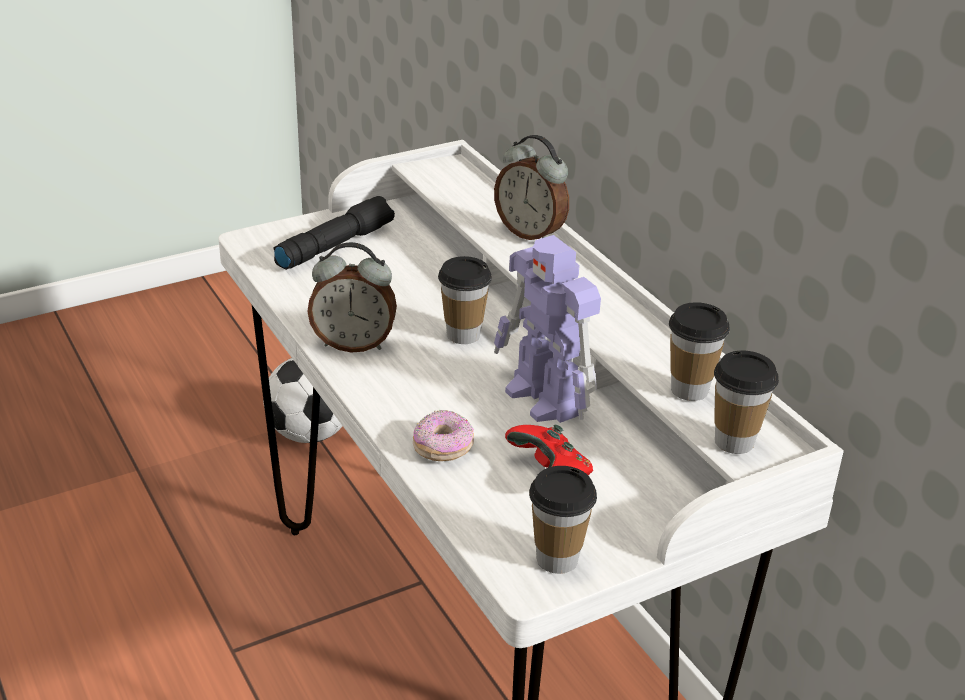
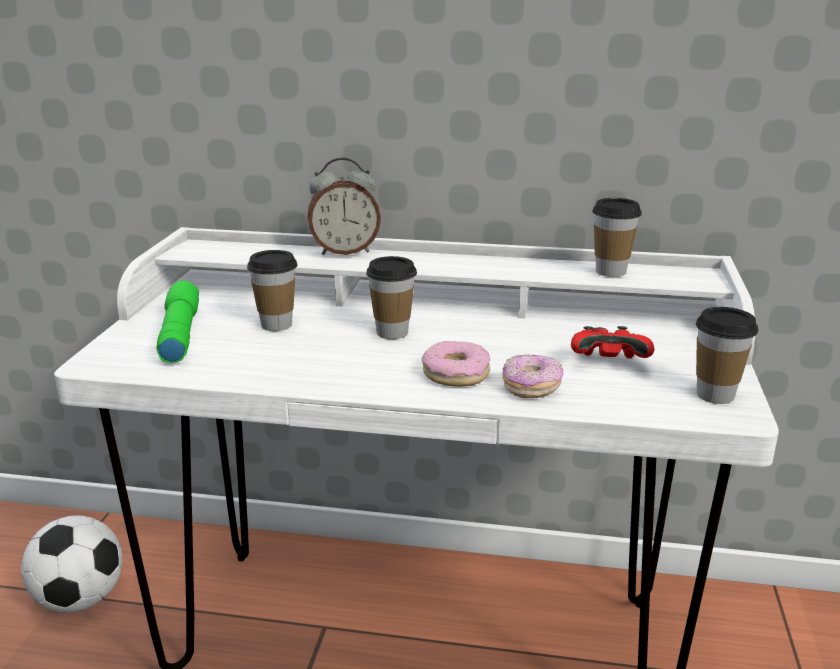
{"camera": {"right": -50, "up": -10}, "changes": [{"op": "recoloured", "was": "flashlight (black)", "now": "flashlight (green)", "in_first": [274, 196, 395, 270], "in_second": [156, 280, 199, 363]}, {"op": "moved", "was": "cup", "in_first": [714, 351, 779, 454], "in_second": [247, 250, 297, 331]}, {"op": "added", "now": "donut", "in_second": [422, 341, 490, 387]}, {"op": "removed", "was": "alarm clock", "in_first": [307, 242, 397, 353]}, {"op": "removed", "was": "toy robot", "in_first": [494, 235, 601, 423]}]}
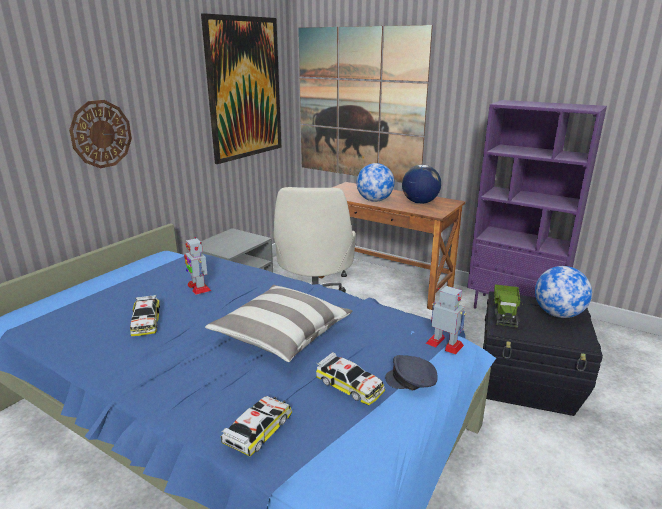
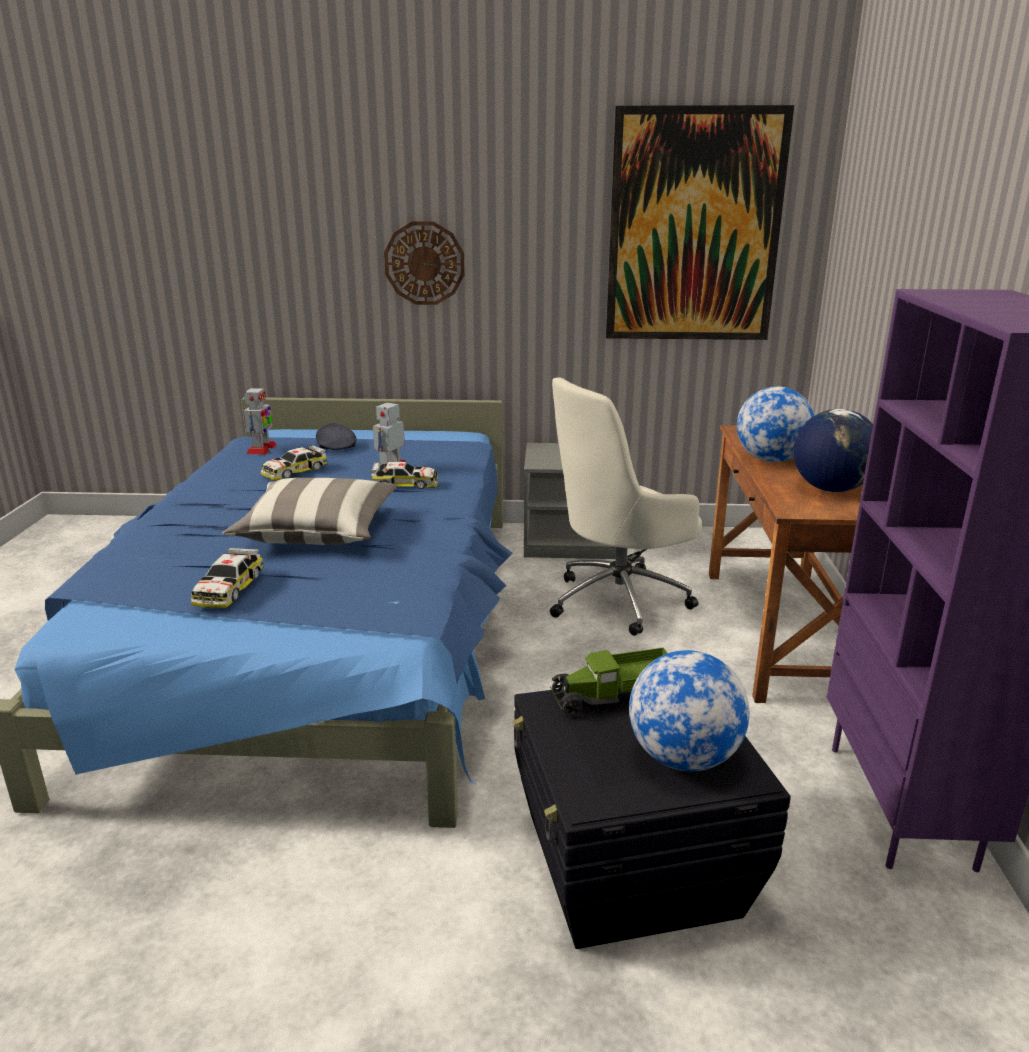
{"camera": {"right": 60, "up": 0}, "changes": [{"op": "moved", "was": "toy robot", "in_first": [426, 286, 466, 354], "in_second": [244, 386, 277, 455]}, {"op": "moved", "was": "cap (grey)", "in_first": [385, 355, 438, 390], "in_second": [316, 423, 357, 450]}, {"op": "moved", "was": "toy car", "in_first": [221, 396, 292, 457], "in_second": [370, 462, 438, 489]}, {"op": "removed", "was": "picture", "in_first": [298, 25, 433, 183]}]}
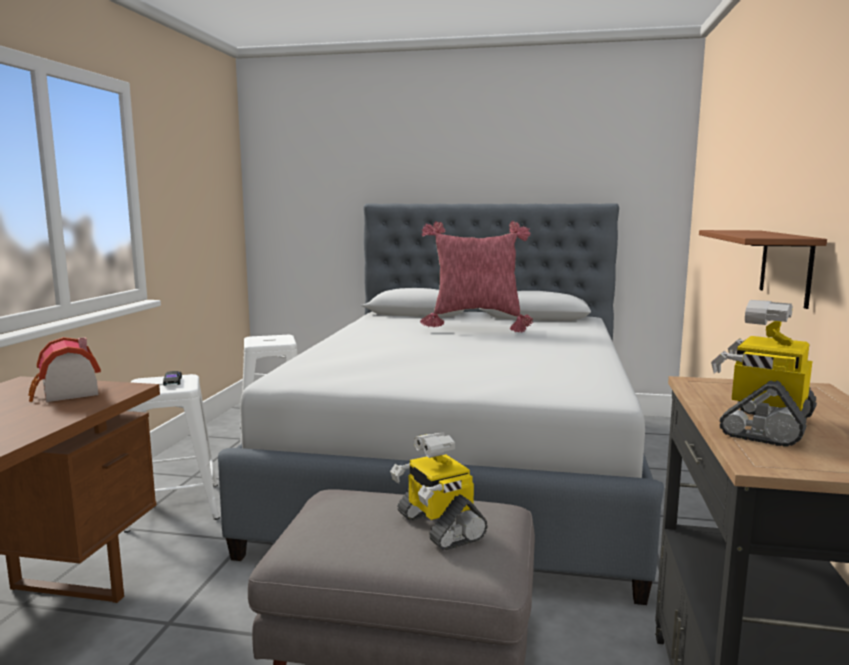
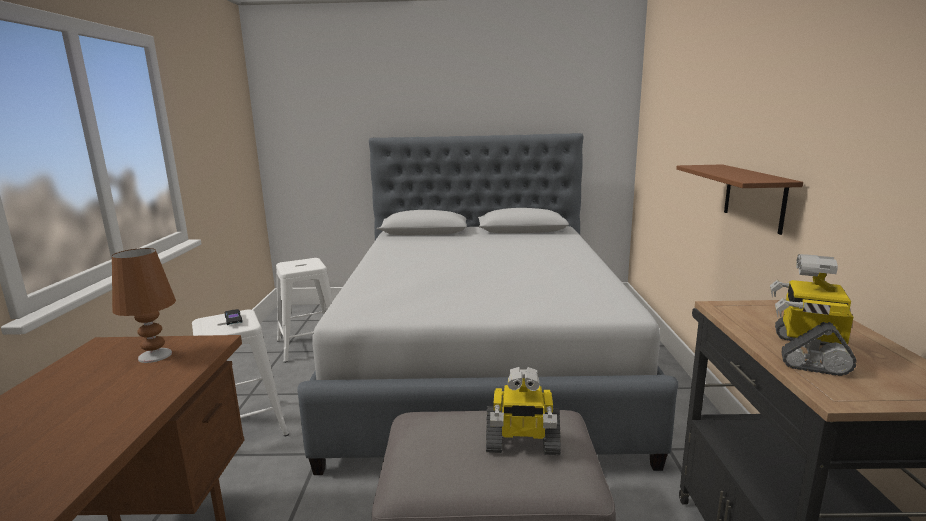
{"camera": {"right": -10, "up": 5}, "changes": [{"op": "replaced", "was": "toy house", "now": "table lamp (brown)", "in_first": [28, 337, 101, 402], "in_second": [112, 248, 176, 363]}, {"op": "turned", "was": "toy robot", "in_first": [390, 432, 488, 551], "in_second": [486, 367, 561, 455], "clockwise": -45}, {"op": "removed", "was": "pillow (red)", "in_first": [420, 221, 533, 333]}]}
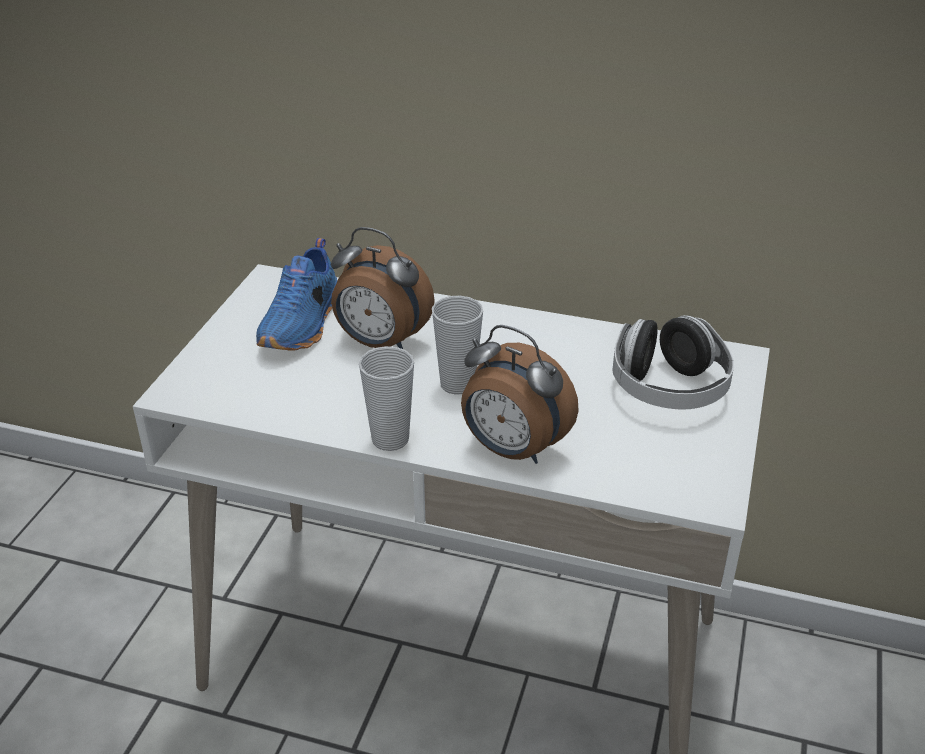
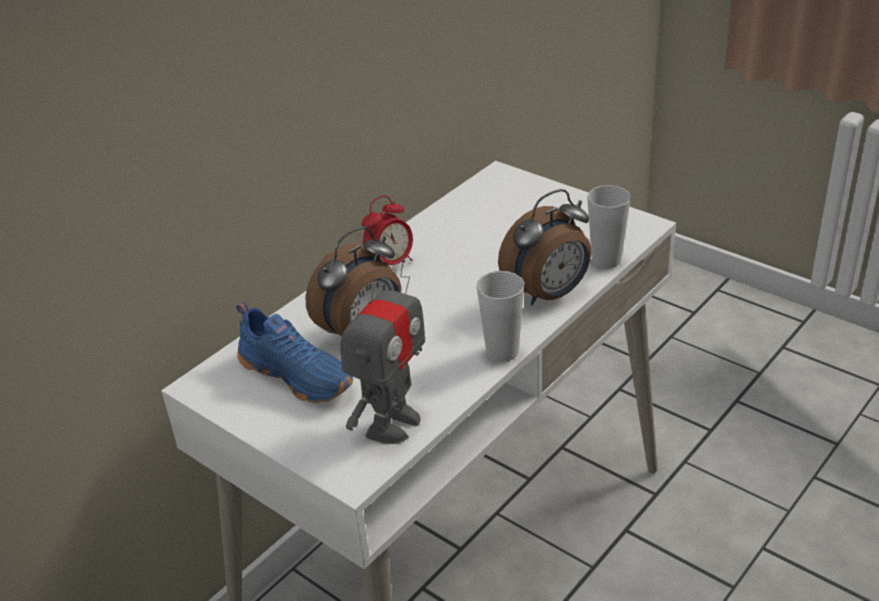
{"camera": {"right": -65, "up": 0}, "changes": [{"op": "added", "now": "toy robot", "in_second": [341, 258, 425, 444]}, {"op": "added", "now": "alarm clock", "in_second": [362, 196, 413, 265]}, {"op": "moved", "was": "cup", "in_first": [432, 296, 483, 395], "in_second": [587, 185, 631, 269]}, {"op": "removed", "was": "headphones", "in_first": [612, 315, 734, 409]}]}
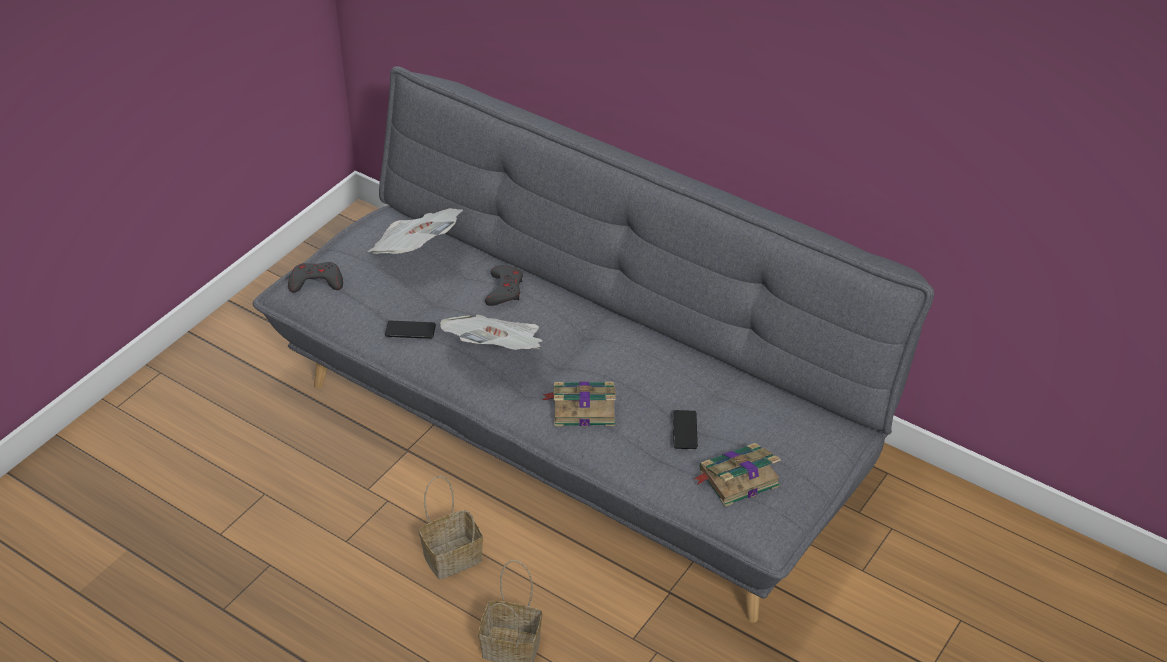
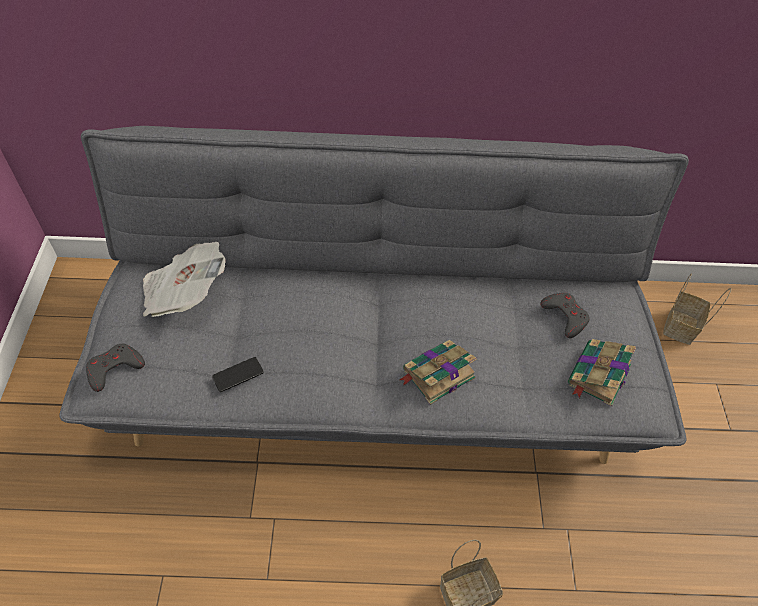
{"camera": {"right": -35, "up": 10}, "changes": [{"op": "moved", "was": "game controller (grey)", "in_first": [485, 265, 523, 306], "in_second": [540, 293, 590, 338]}, {"op": "moved", "was": "basket", "in_first": [419, 476, 483, 580], "in_second": [663, 273, 731, 345]}, {"op": "removed", "was": "newspaper", "in_first": [440, 315, 543, 350]}, {"op": "removed", "was": "phone", "in_first": [673, 410, 698, 449]}]}
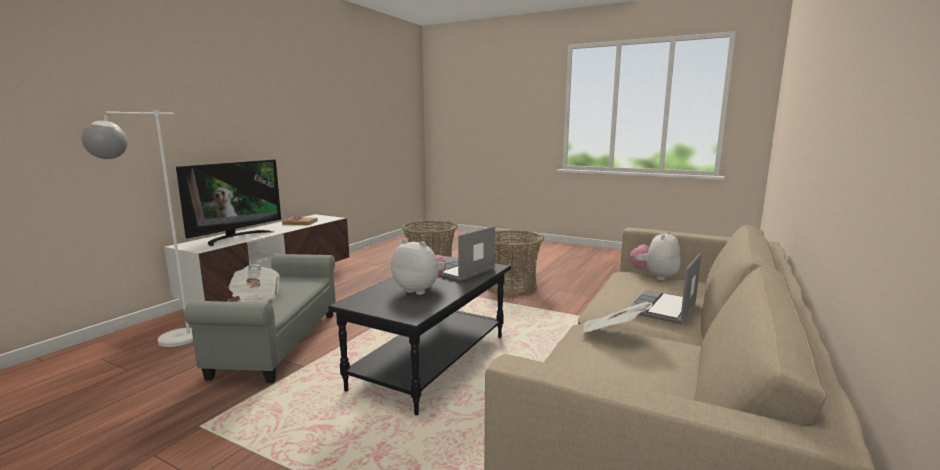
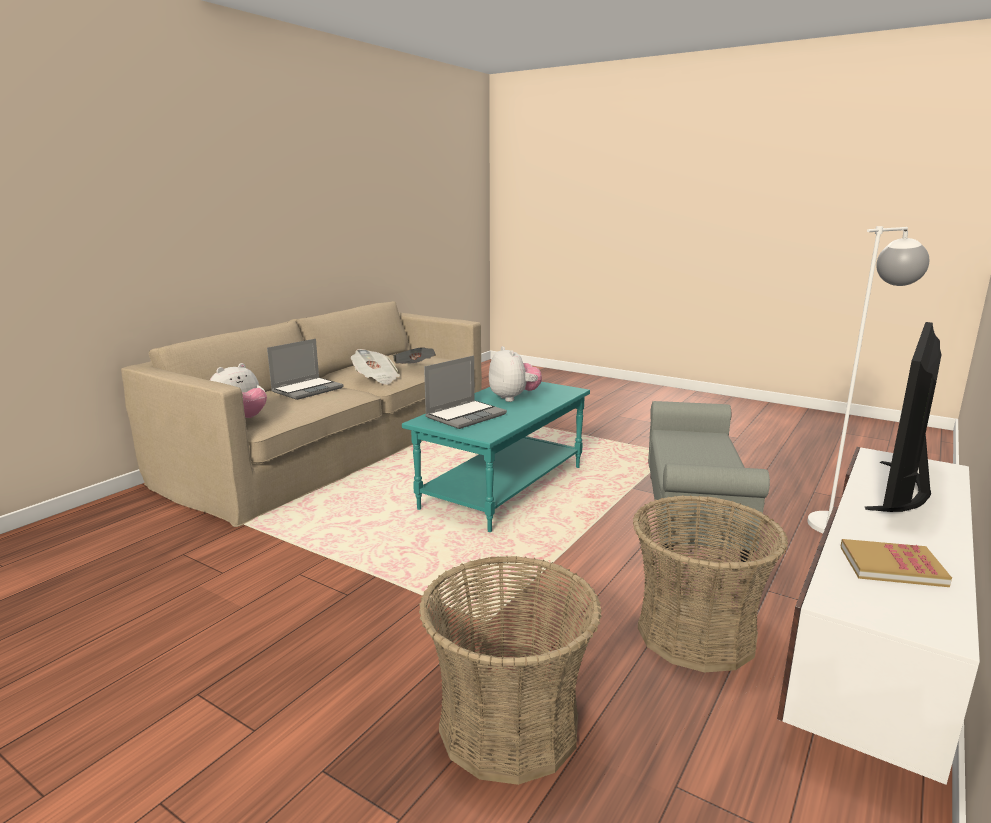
{"camera": {"right": -175, "up": 5}, "changes": [{"op": "moved", "was": "newspaper", "in_first": [228, 264, 280, 303], "in_second": [393, 347, 436, 364]}, {"op": "recoloured", "was": "coffee table (black)", "now": "coffee table (turquoise)", "in_first": [328, 255, 511, 415], "in_second": [402, 382, 590, 532]}, {"op": "turned", "was": "plush toy", "in_first": [391, 239, 446, 295], "in_second": [489, 346, 542, 402], "clockwise": -150}, {"op": "moved", "was": "basket", "in_first": [488, 230, 544, 296], "in_second": [633, 495, 788, 672]}]}
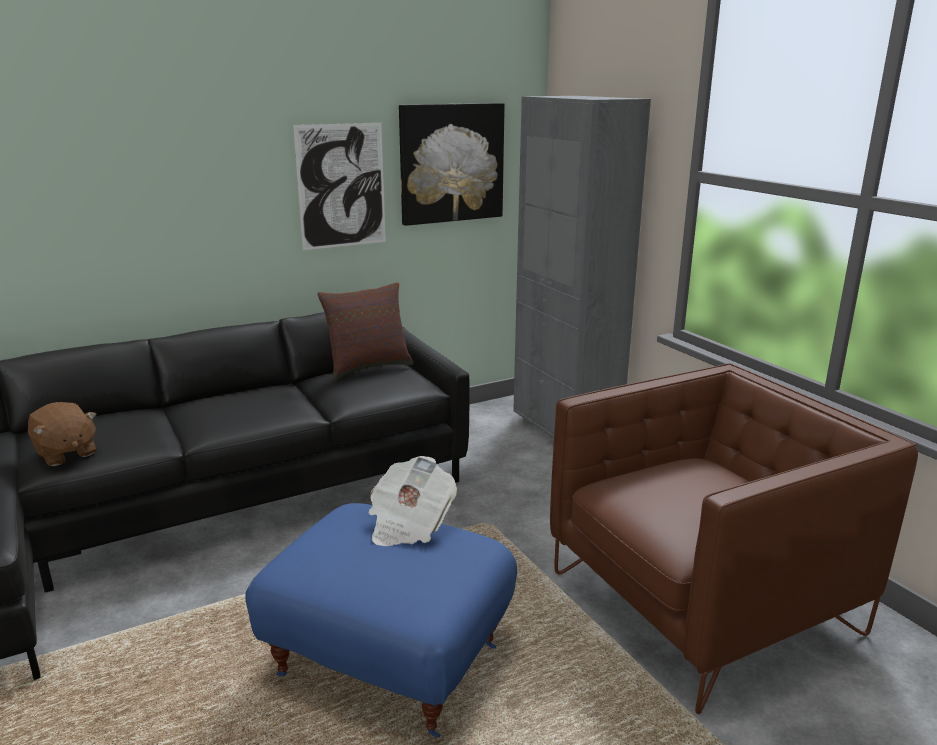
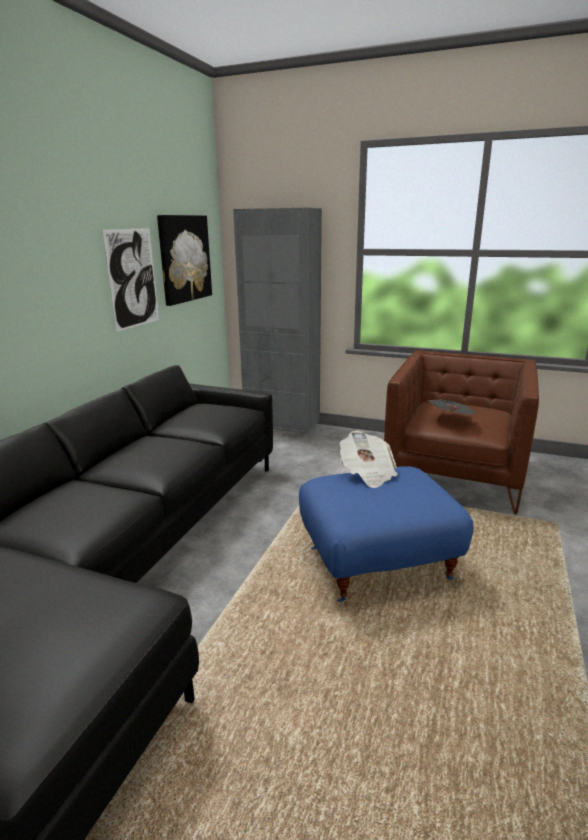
{"camera": {"right": -40, "up": 0}, "changes": [{"op": "added", "now": "newspaper", "in_second": [428, 400, 476, 415]}, {"op": "removed", "was": "plush toy (brown)", "in_first": [28, 402, 96, 466]}, {"op": "removed", "was": "pillow (brown)", "in_first": [318, 282, 413, 381]}]}
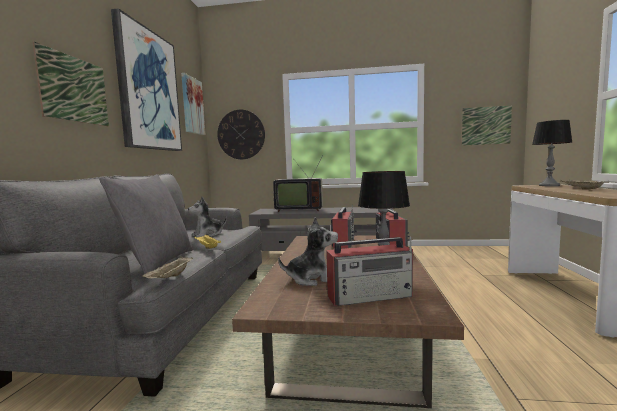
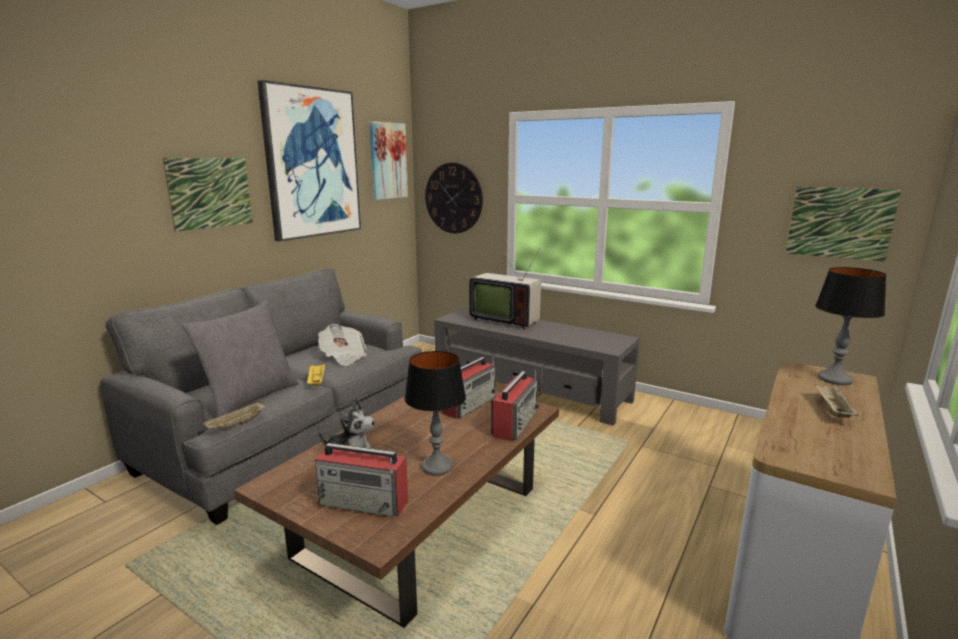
{"camera": {"right": 25, "up": 10}, "changes": [{"op": "replaced", "was": "plush toy", "now": "newspaper", "in_first": [188, 196, 227, 237], "in_second": [318, 324, 367, 366]}]}
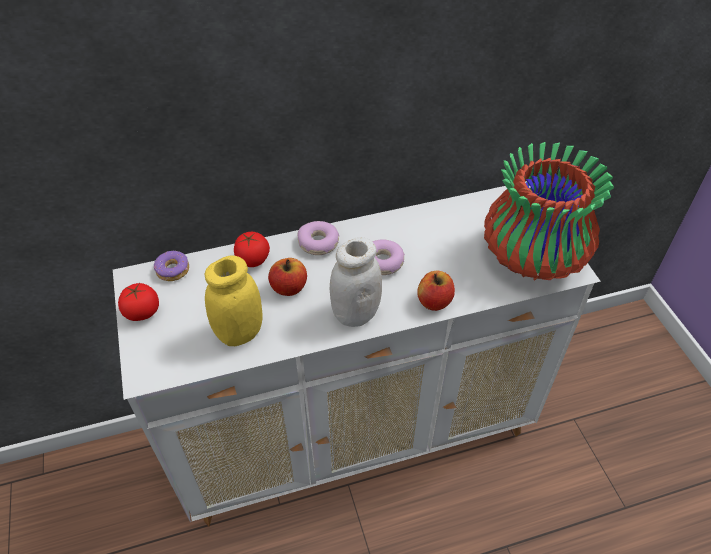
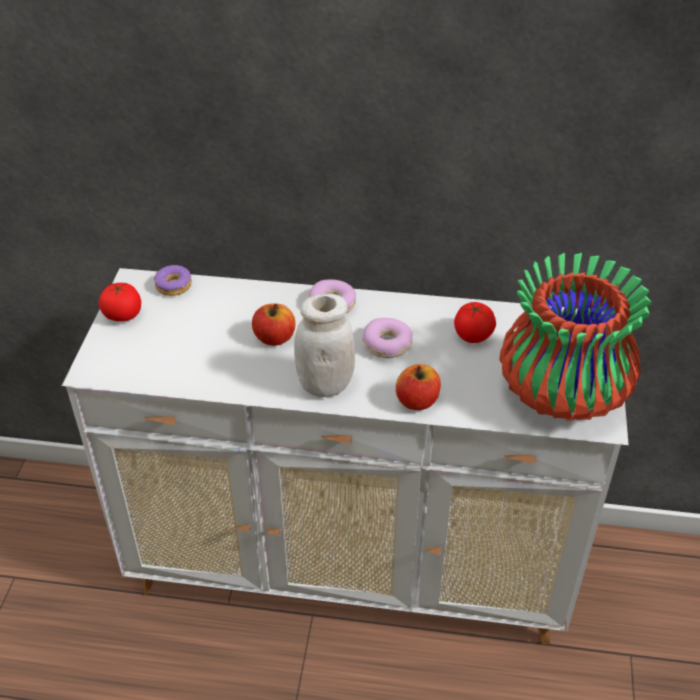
{"camera": {"right": 25, "up": -5}, "changes": [{"op": "moved", "was": "tomato", "in_first": [234, 232, 270, 267], "in_second": [454, 302, 496, 343]}, {"op": "removed", "was": "jar (yellow)", "in_first": [205, 255, 262, 346]}]}
